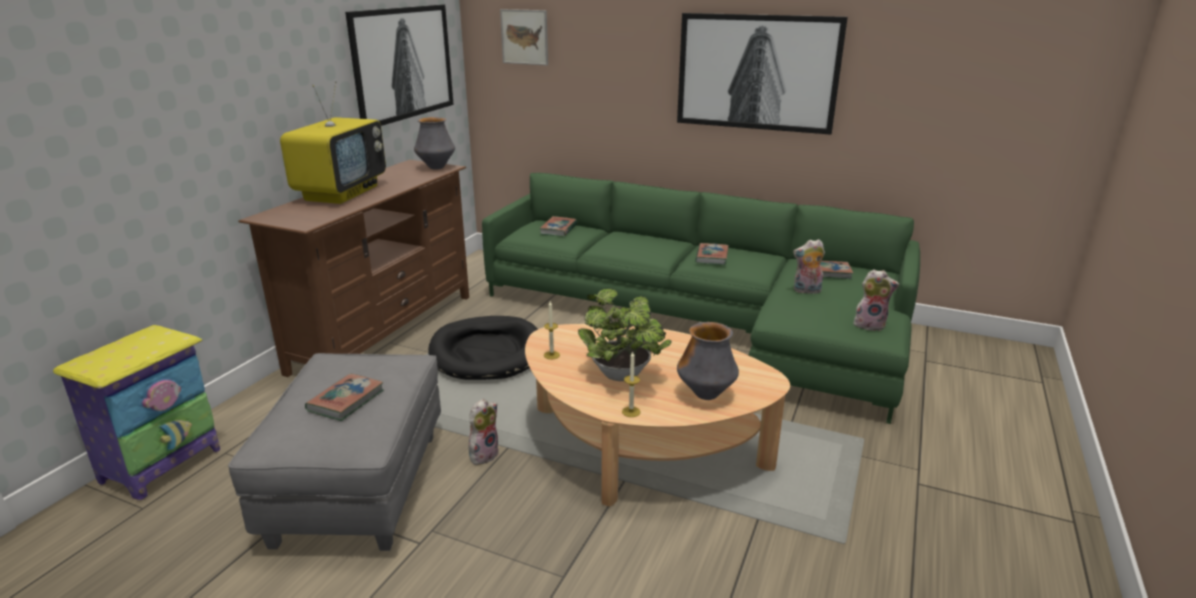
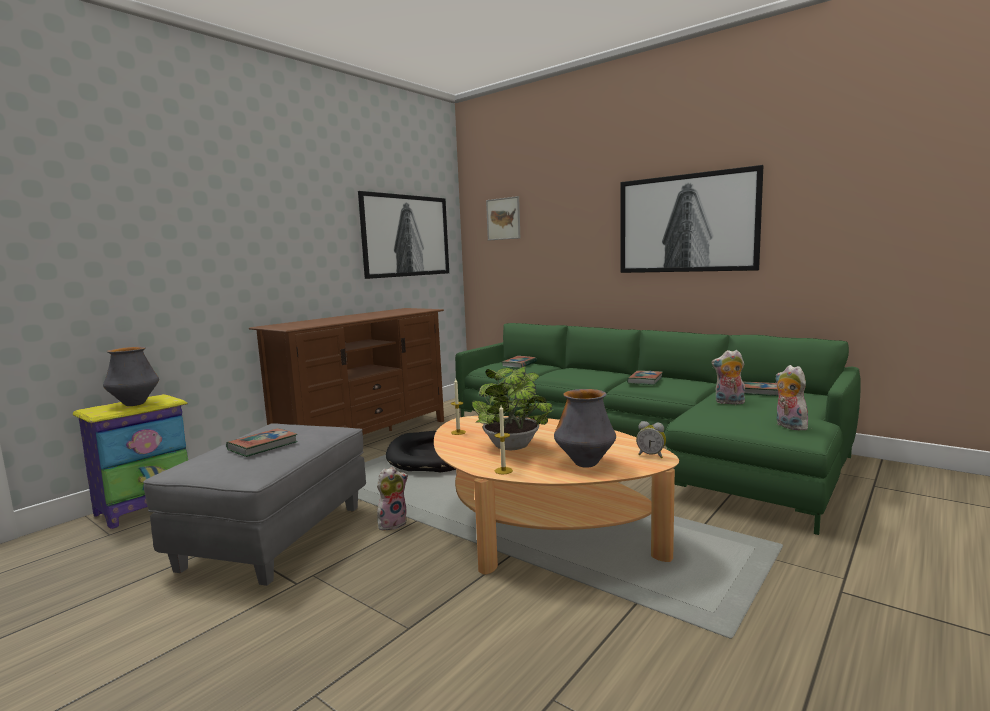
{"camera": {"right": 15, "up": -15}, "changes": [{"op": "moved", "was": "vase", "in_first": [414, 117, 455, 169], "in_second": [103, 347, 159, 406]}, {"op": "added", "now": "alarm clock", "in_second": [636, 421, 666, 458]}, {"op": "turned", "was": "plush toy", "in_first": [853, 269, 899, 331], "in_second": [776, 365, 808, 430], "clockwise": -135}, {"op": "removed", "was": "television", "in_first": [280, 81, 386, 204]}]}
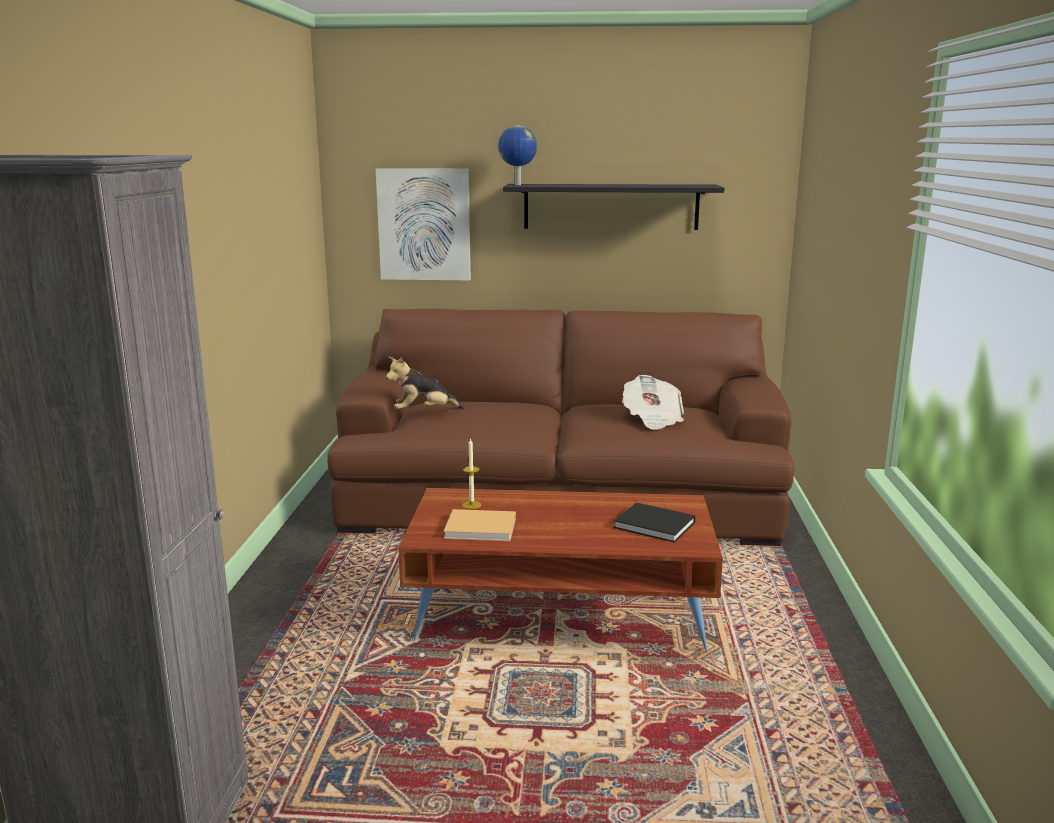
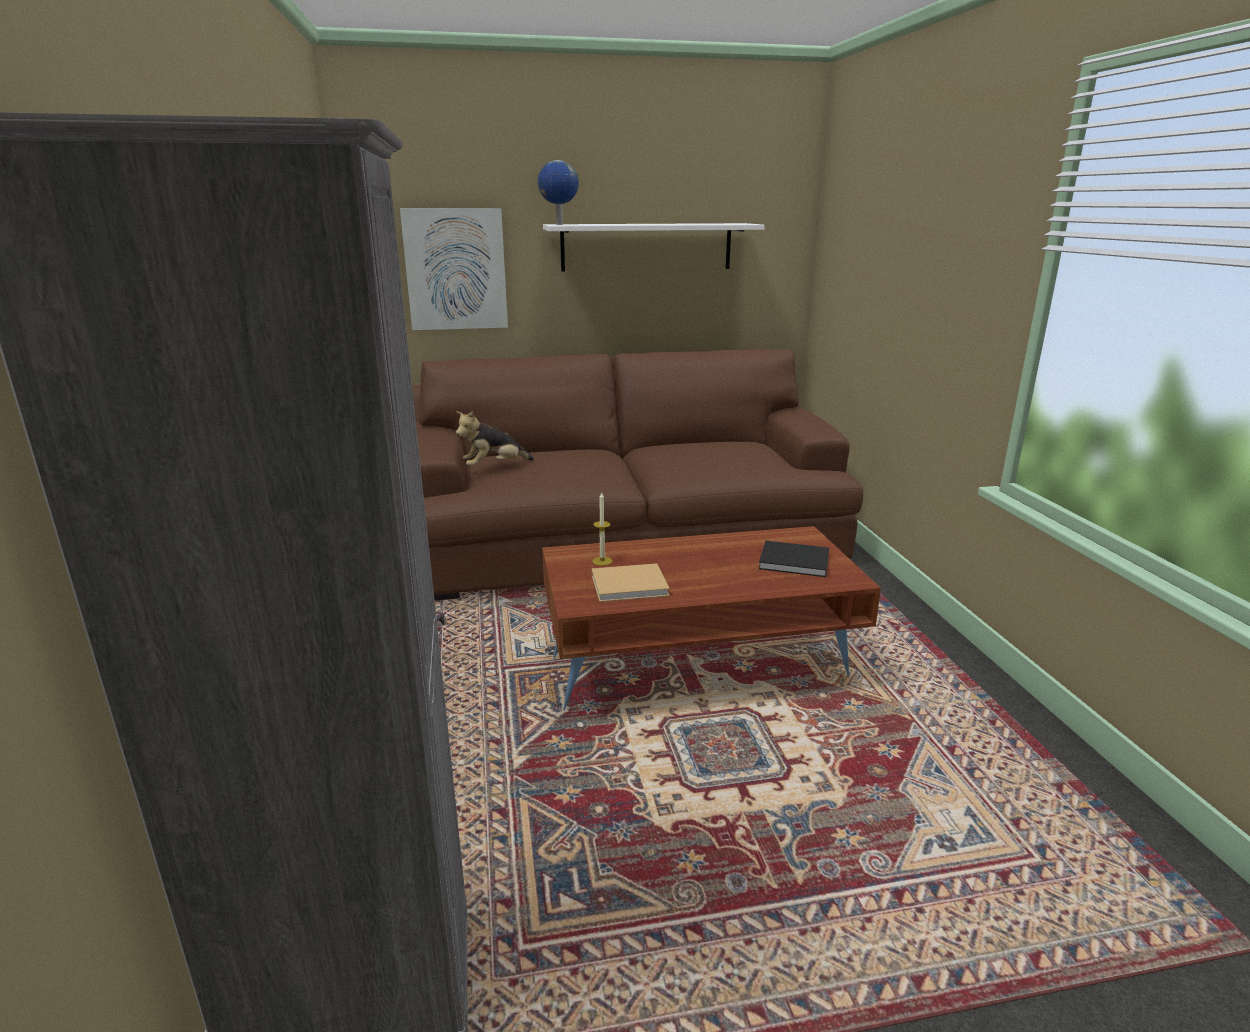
{"camera": {"right": -15, "up": 5}, "changes": [{"op": "recoloured", "was": "shelf (black)", "now": "shelf (white)", "in_first": [503, 184, 725, 230], "in_second": [543, 223, 765, 272]}, {"op": "removed", "was": "newspaper", "in_first": [622, 375, 684, 430]}]}
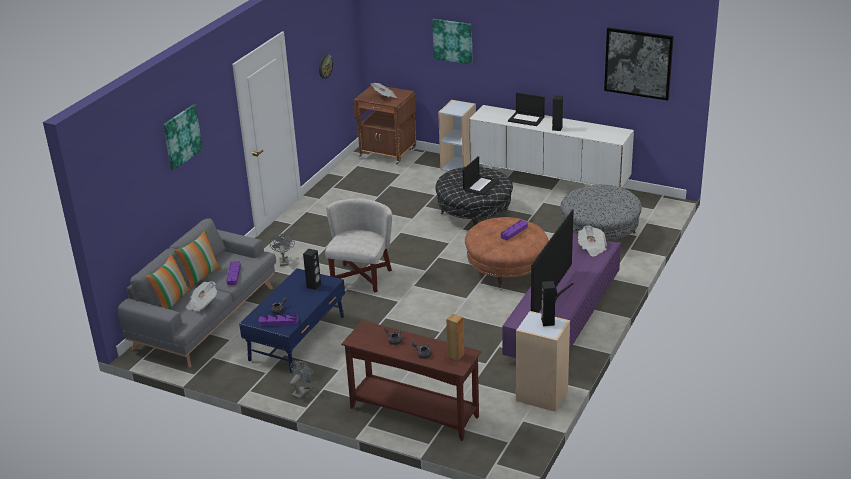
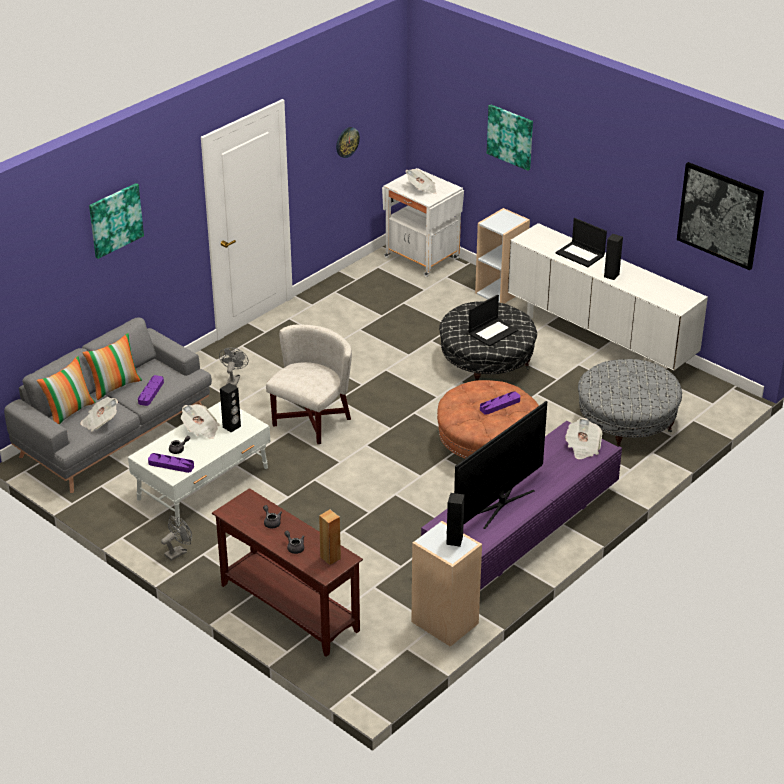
{"camera": {"right": 15, "up": 5}, "changes": [{"op": "recoloured", "was": "coffee table (blue)", "now": "coffee table (white)", "in_first": [239, 268, 345, 373], "in_second": [128, 401, 271, 526]}, {"op": "added", "now": "newspaper", "in_second": [181, 404, 220, 439]}, {"op": "recoloured", "was": "cart (brown)", "now": "cart (white)", "in_first": [353, 85, 416, 166], "in_second": [382, 168, 464, 277]}]}
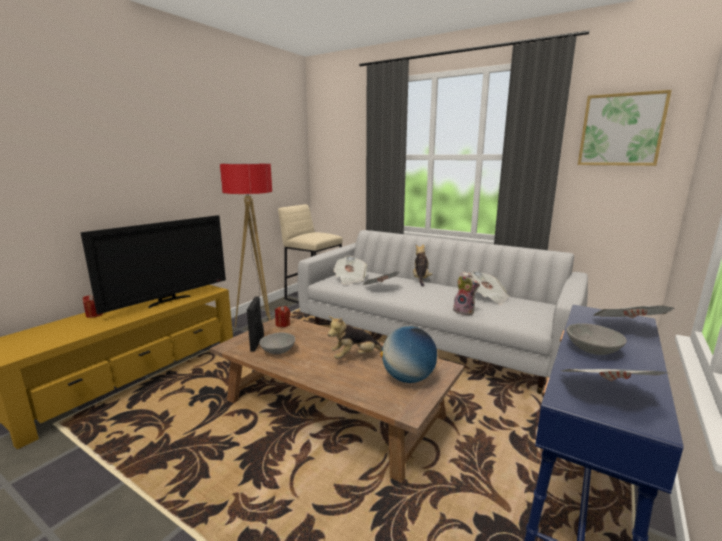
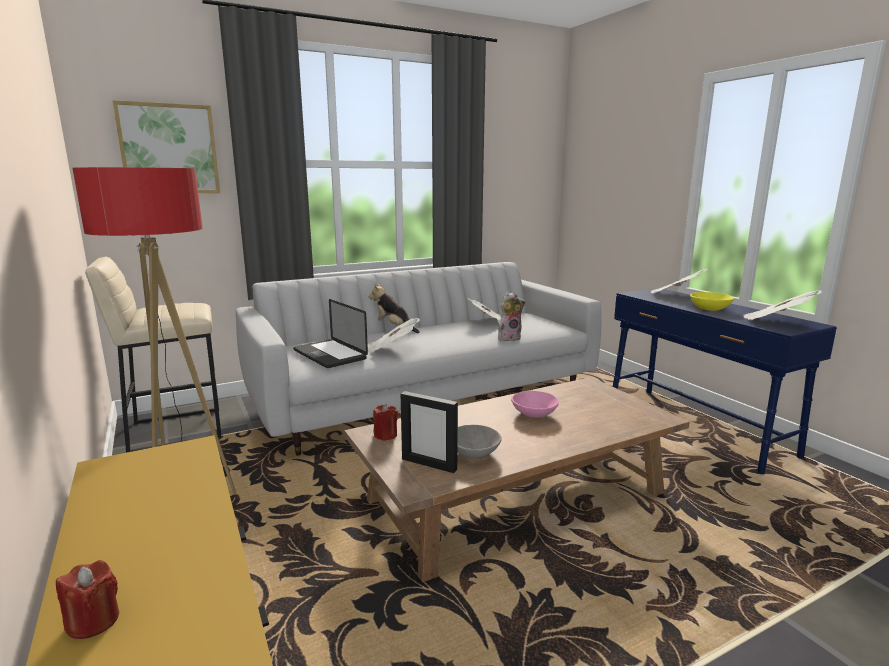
{"camera": {"right": -60, "up": 0}, "changes": [{"op": "moved", "was": "picture", "in_first": [578, 90, 672, 166], "in_second": [113, 100, 220, 193]}, {"op": "replaced", "was": "newspaper", "now": "laptop", "in_first": [333, 256, 367, 285], "in_second": [293, 299, 368, 368]}, {"op": "replaced", "was": "plush toy", "now": "bowl (pink)", "in_first": [328, 316, 383, 359], "in_second": [511, 391, 559, 418]}, {"op": "recoloured", "was": "bowl (grey)", "now": "bowl (yellow)", "in_first": [566, 323, 627, 355], "in_second": [690, 292, 734, 311]}, {"op": "removed", "was": "television", "in_first": [80, 215, 226, 314]}, {"op": "removed", "was": "globe", "in_first": [380, 326, 437, 383]}]}
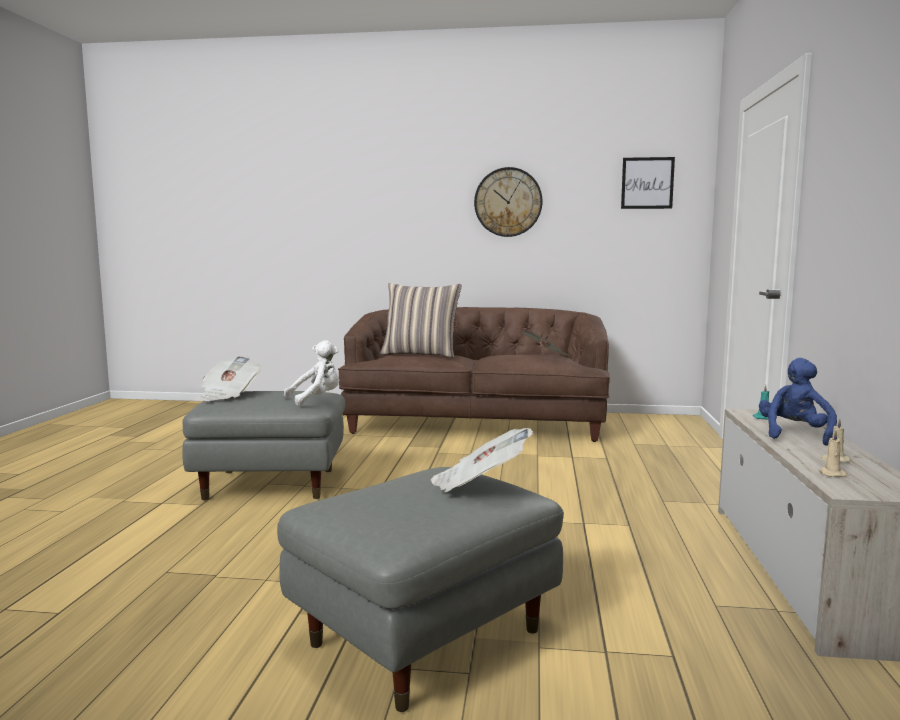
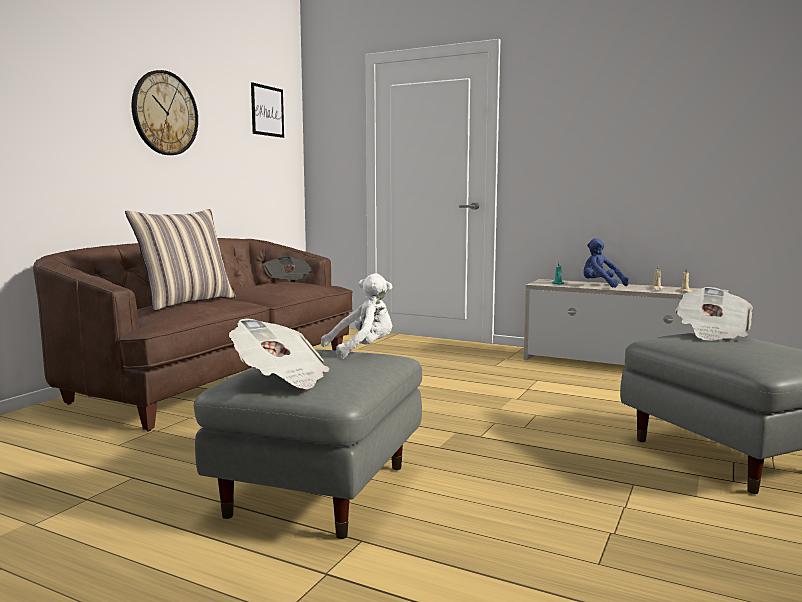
{"camera": {"right": -70, "up": 0}, "changes": [{"op": "turned", "was": "plush toy (white)", "in_first": [284, 340, 339, 406], "in_second": [321, 273, 392, 359], "clockwise": 75}]}
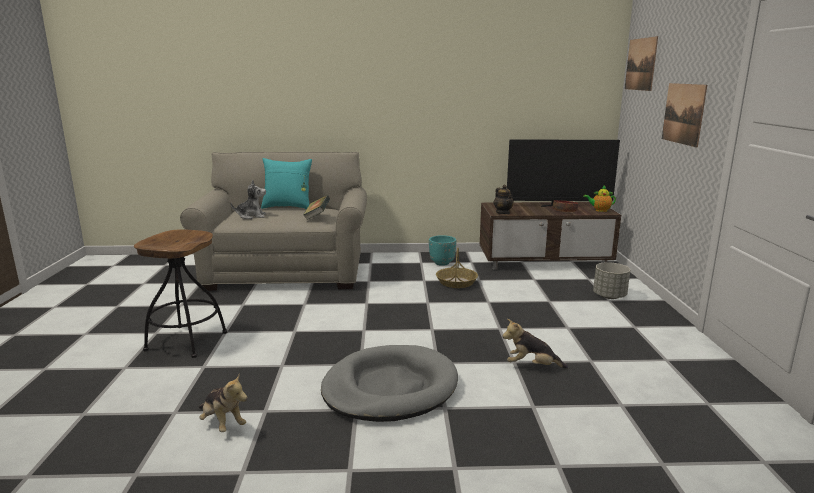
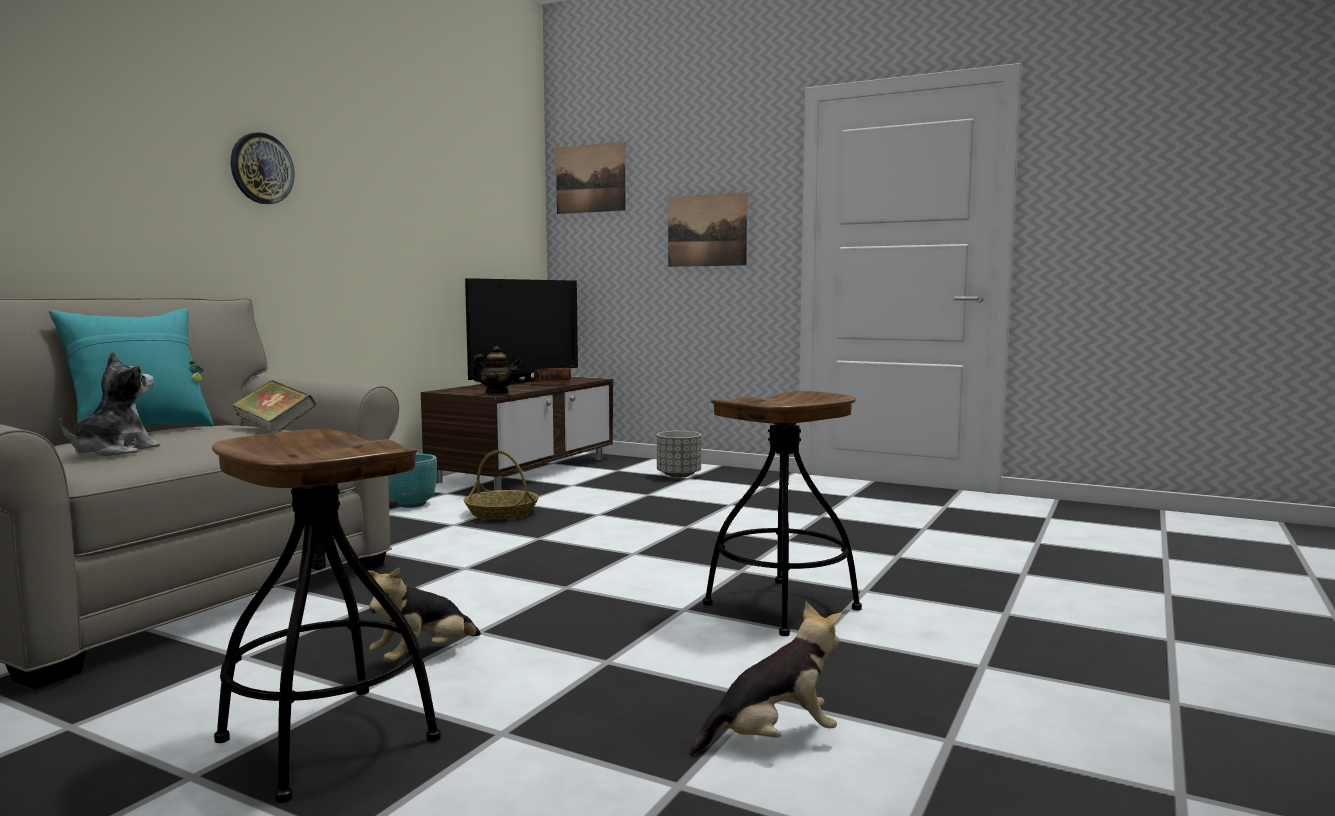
{"camera": {"right": -60, "up": -10}, "changes": [{"op": "added", "now": "wall clock", "in_second": [231, 132, 295, 204]}, {"op": "moved", "was": "plush toy", "in_first": [502, 319, 568, 369], "in_second": [368, 568, 481, 663]}, {"op": "replaced", "was": "dog bed (grey)", "now": "stool (brown)", "in_first": [321, 345, 458, 422], "in_second": [703, 391, 862, 636]}, {"op": "removed", "was": "teapot", "in_first": [583, 186, 616, 212]}]}
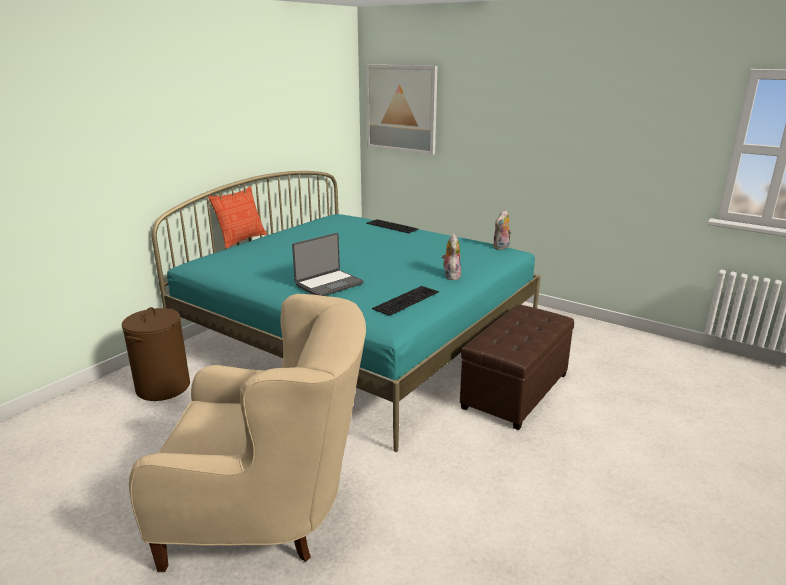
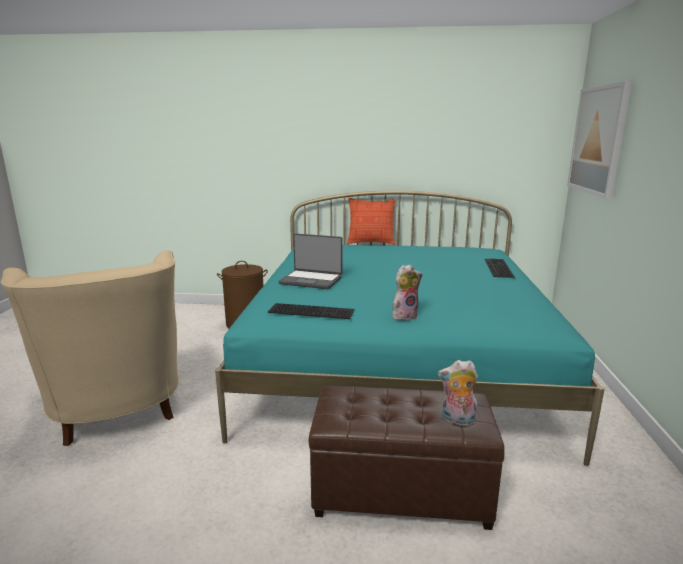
{"camera": {"right": 60, "up": -5}, "changes": [{"op": "moved", "was": "plush toy", "in_first": [493, 210, 511, 250], "in_second": [438, 360, 478, 427]}]}
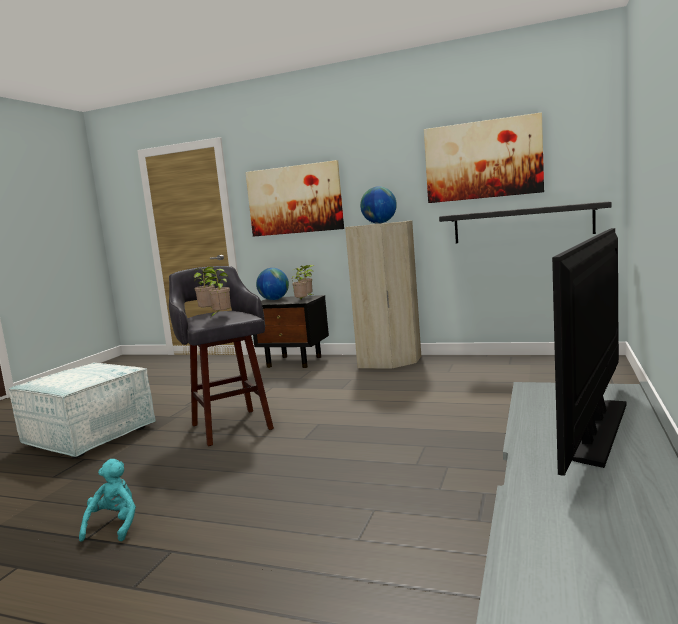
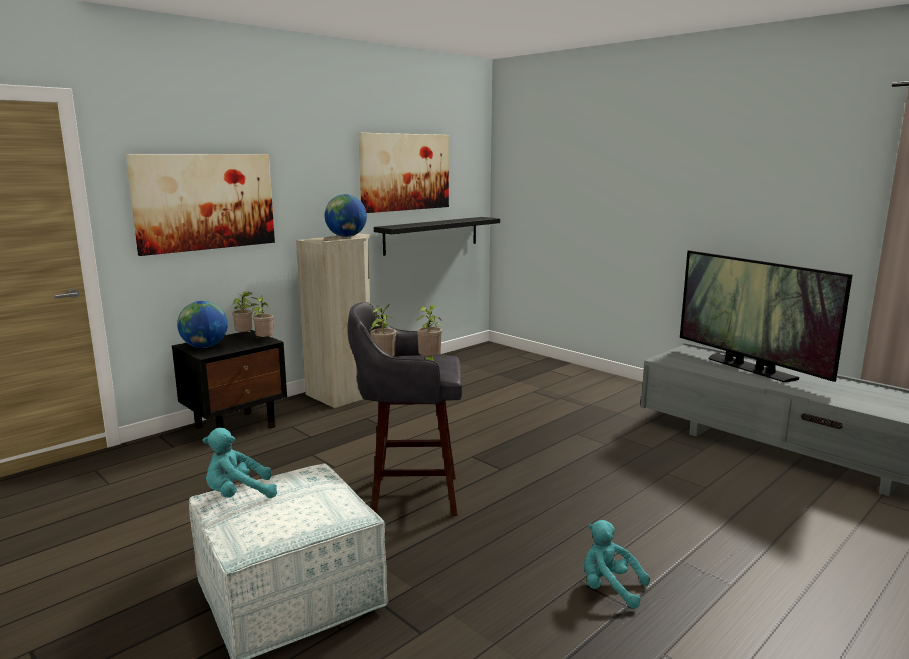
{"camera": {"right": -65, "up": 5}, "changes": [{"op": "added", "now": "plush toy (turquoise)", "in_second": [202, 428, 277, 498]}]}
